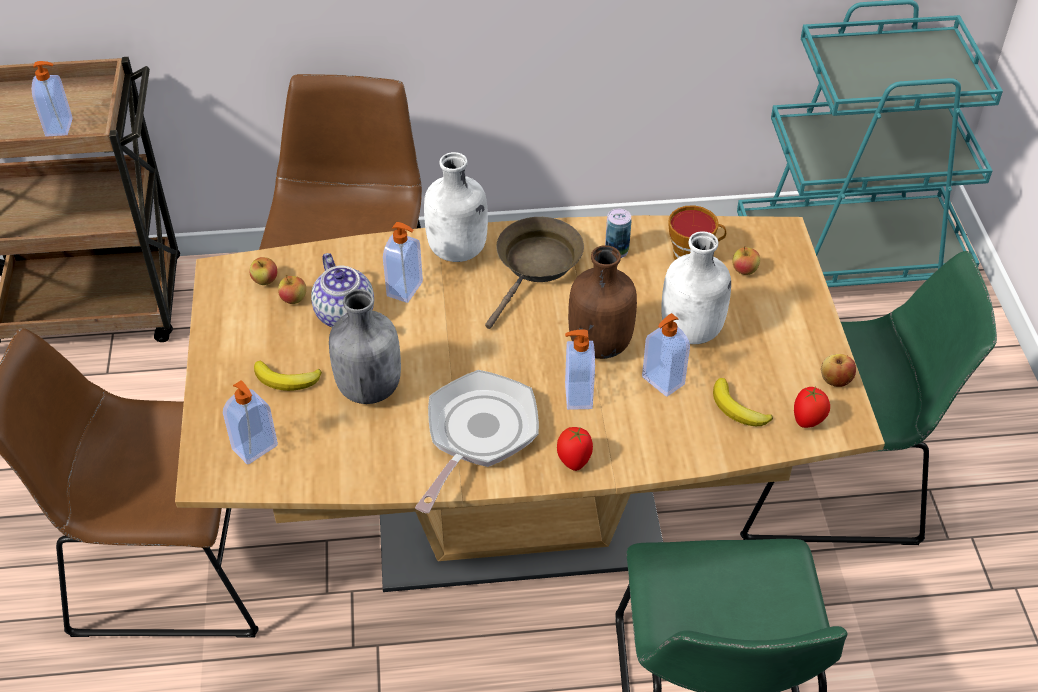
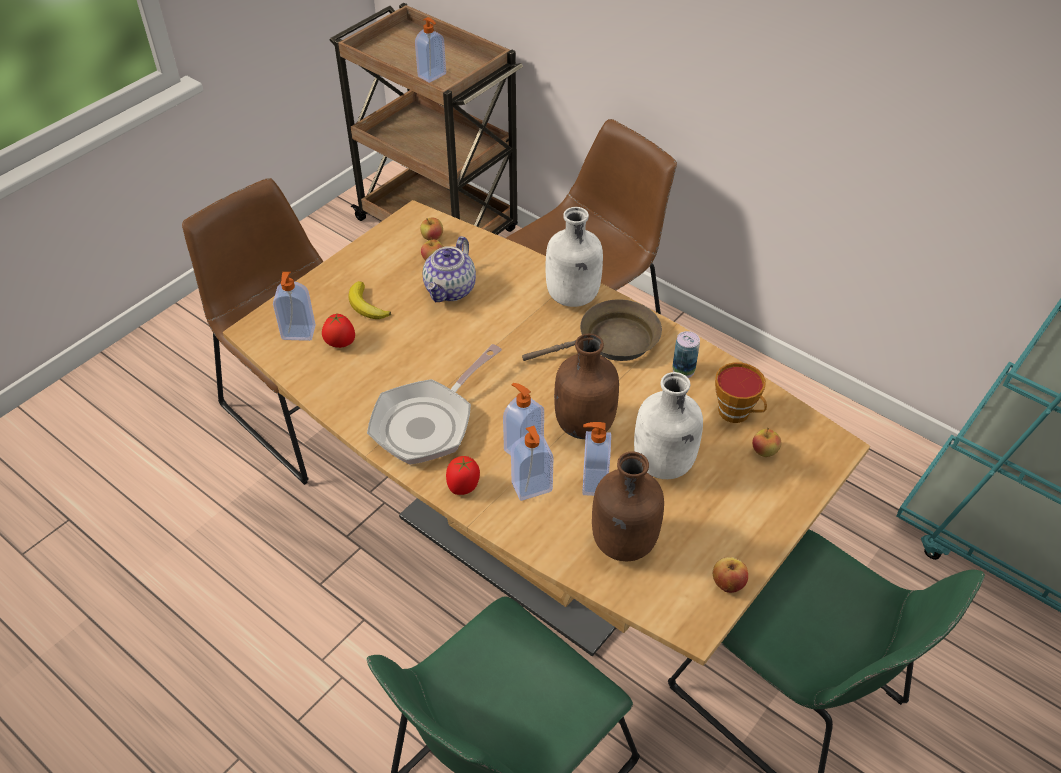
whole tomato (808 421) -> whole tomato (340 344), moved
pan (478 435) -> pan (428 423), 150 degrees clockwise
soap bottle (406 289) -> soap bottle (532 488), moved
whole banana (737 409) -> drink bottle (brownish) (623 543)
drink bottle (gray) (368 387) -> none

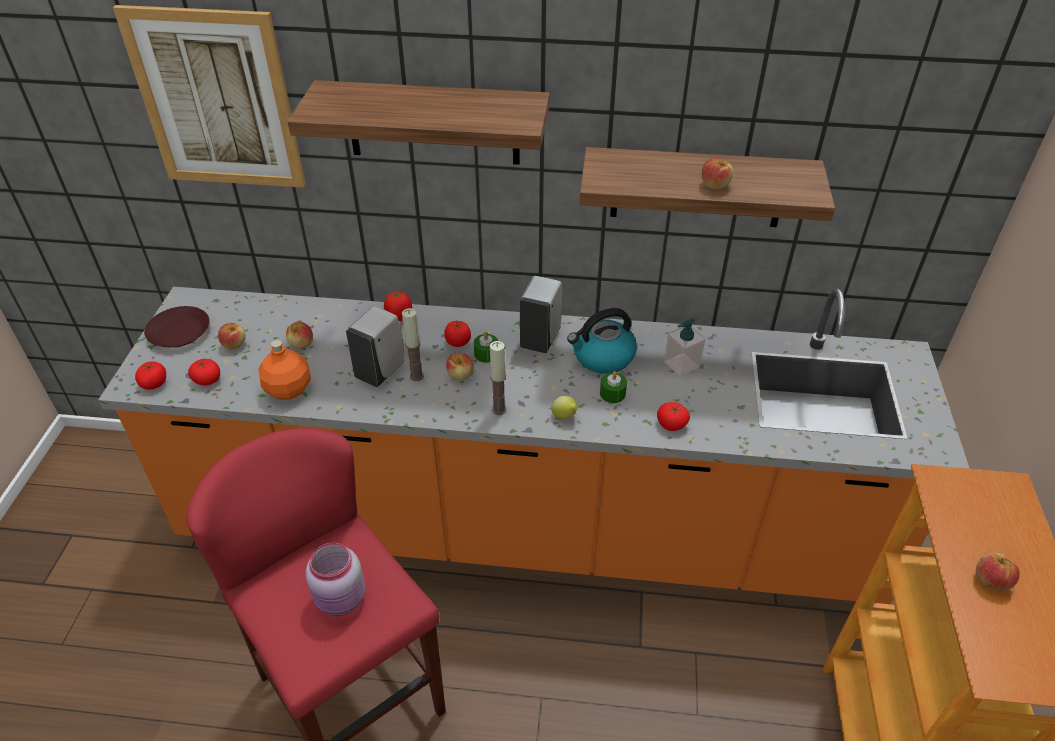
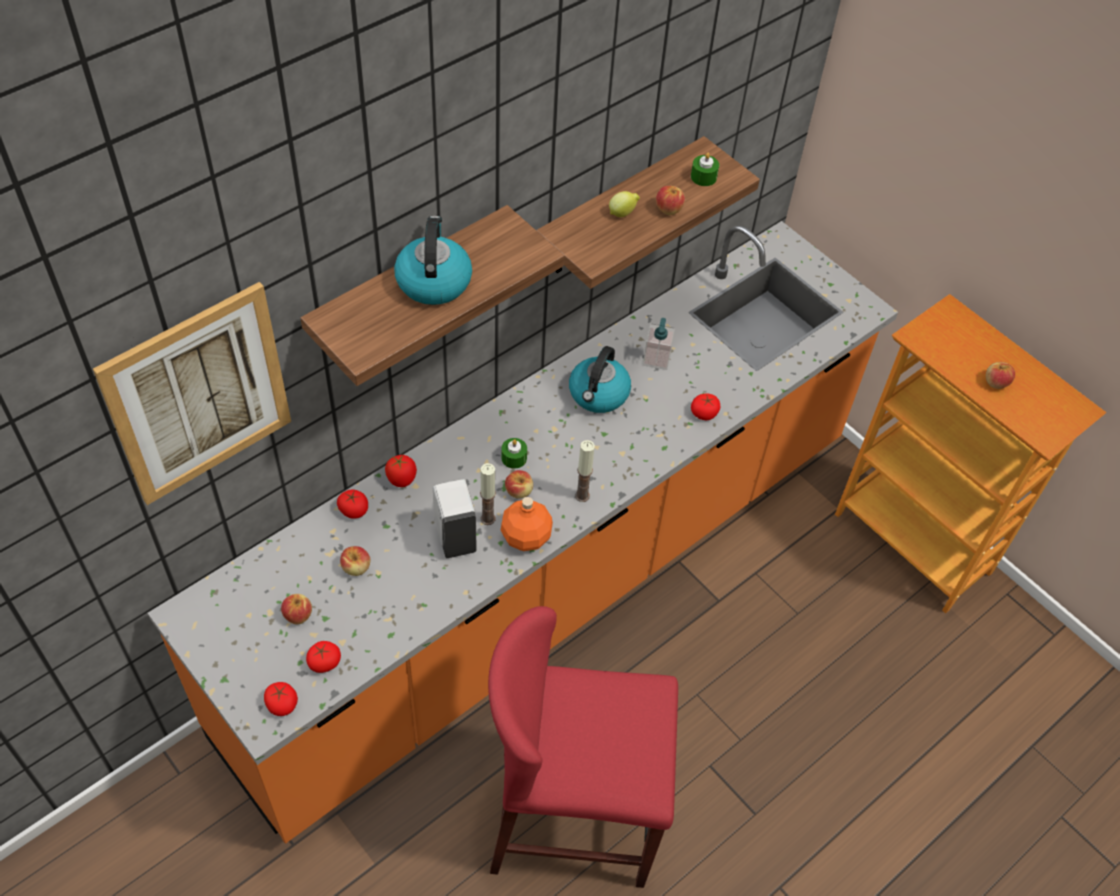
whole tomato (458 341) -> whole tomato (353 510), moved
none -> water kettle (433 281)
drink bottle (orange) (289 389) -> drink bottle (orange) (526 536), moved
whole lemon (565 416) -> whole lemon (623 213), moved
wax light (greenish) (612 393) -> wax light (greenish) (703 177), moved
dinner plate (brownish) (178 332) -> none
storage jar (pink-coloured) (341 600) -> none
soap bottle (white-coloured) (541 338) -> none

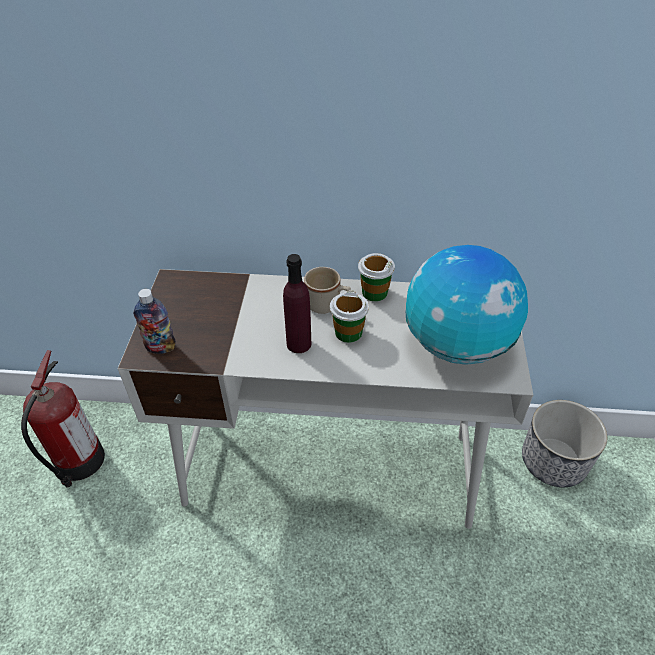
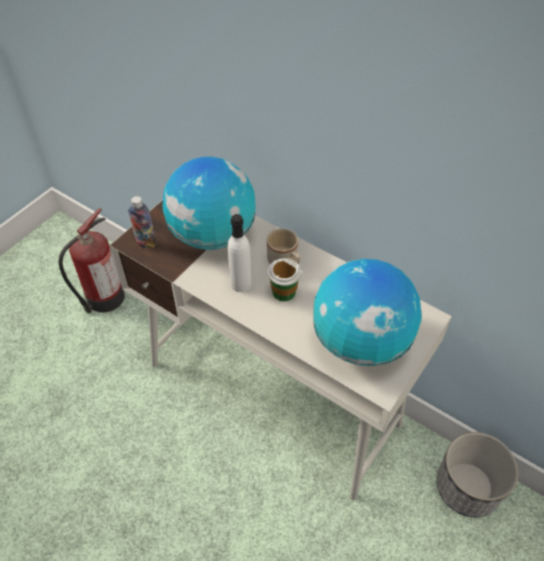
none -> world globe (213 235)
drink bottle (purple) (299 344) -> drink bottle (white-coloured) (240 284)
drinking cup (374 292) -> none

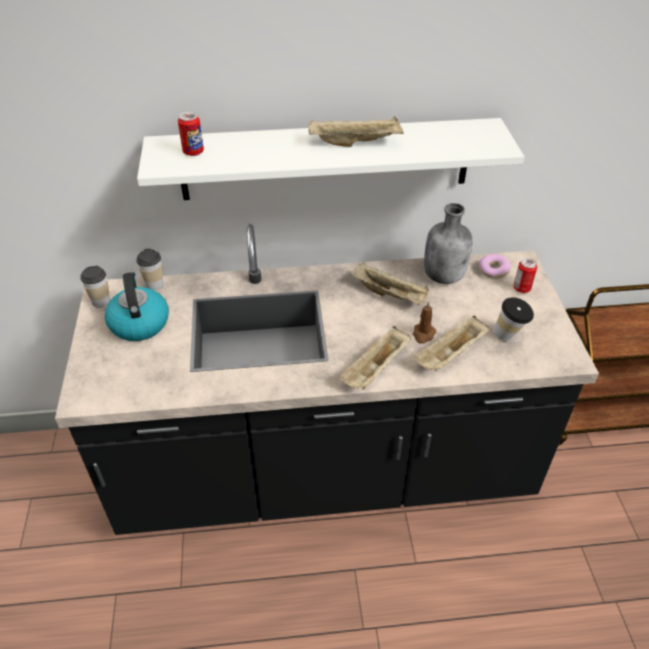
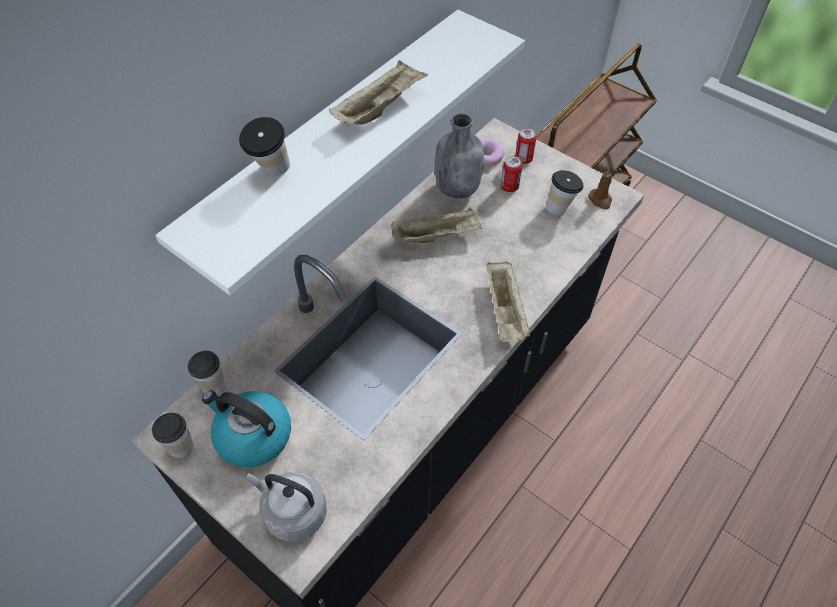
none -> drinking cup (271 173)
none -> water kettle (gray) (292 512)
sealed can (193 152) -> sealed can (509 187), moved
wax light (brownish) (423 334) -> wax light (brownish) (600 200), moved
serving tray (beige-coloured) (450 355) -> none

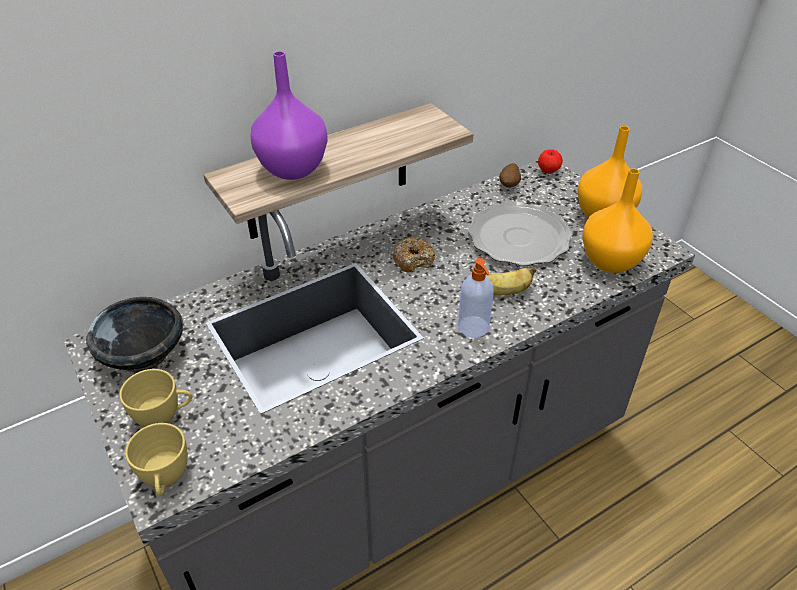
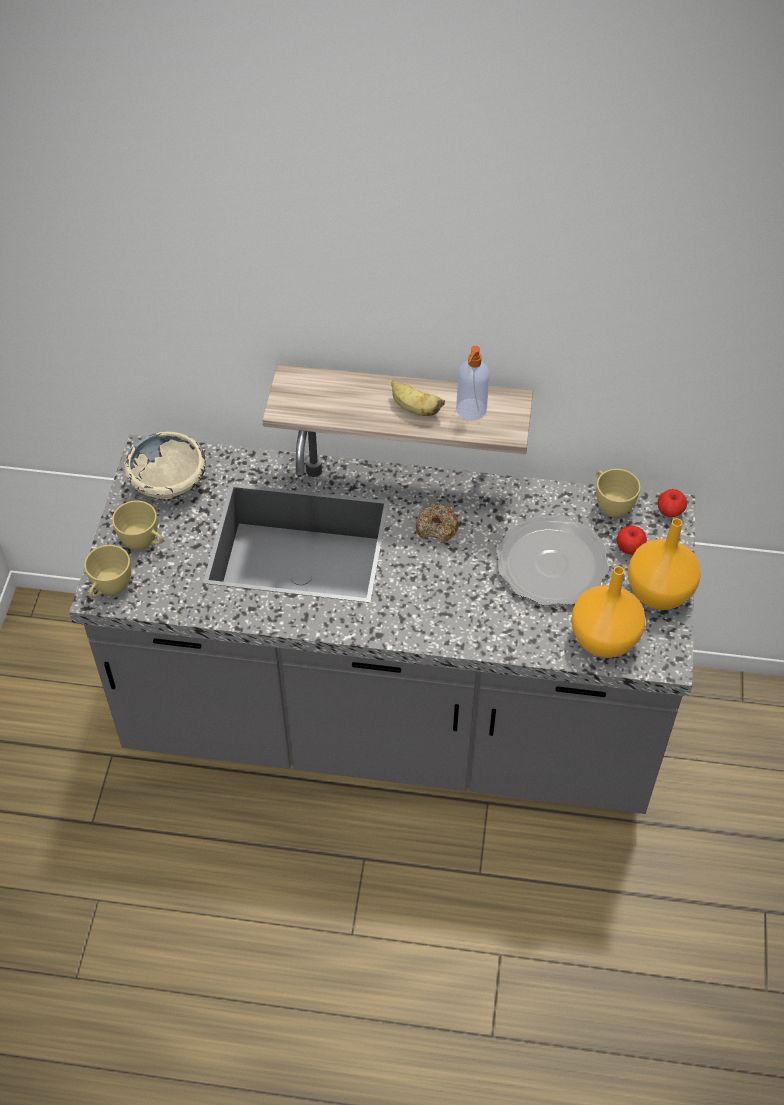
deep dish (black) (143 354) -> deep dish (beige-coloured) (169 483)
whole banana (504 291) -> whole banana (414 409), moved
soap bottle (474 328) -> soap bottle (471 410), moved
spud (509 185) -> drinking cup (yellow) (610 504)
none -> whole apple (629 548)
decorative vase (purple) (294 169) -> none

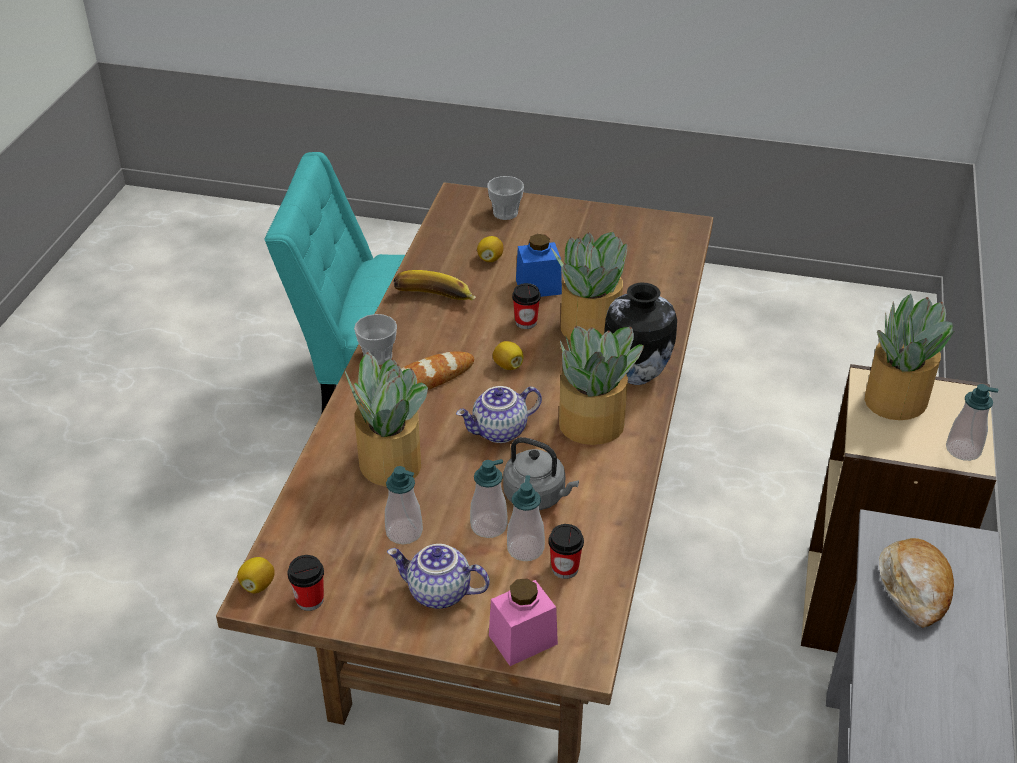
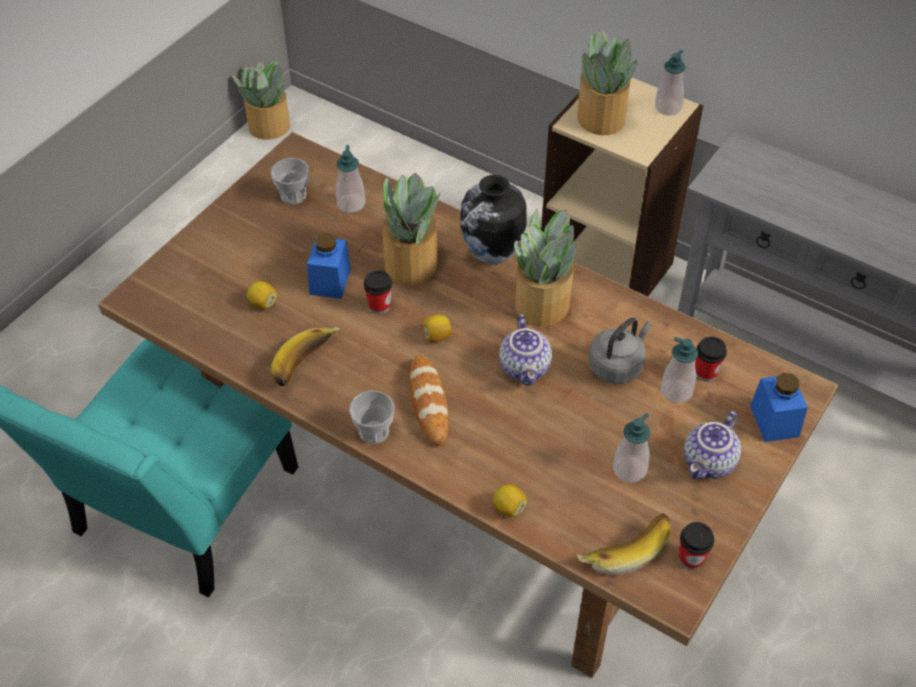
potted plant (390 462) -> potted plant (268 127), moved
drinking cup (505 213) -> drinking cup (293 195), moved
soap bottle (488 526) -> soap bottle (351 204), moved
whole lemon (258 585) -> whole lemon (509 508), moved
none -> whole banana (624 548)
storage jar (pink-coloured) (523 640) -> storage jar (bluish) (774 421)
baked bread (915 588) -> none

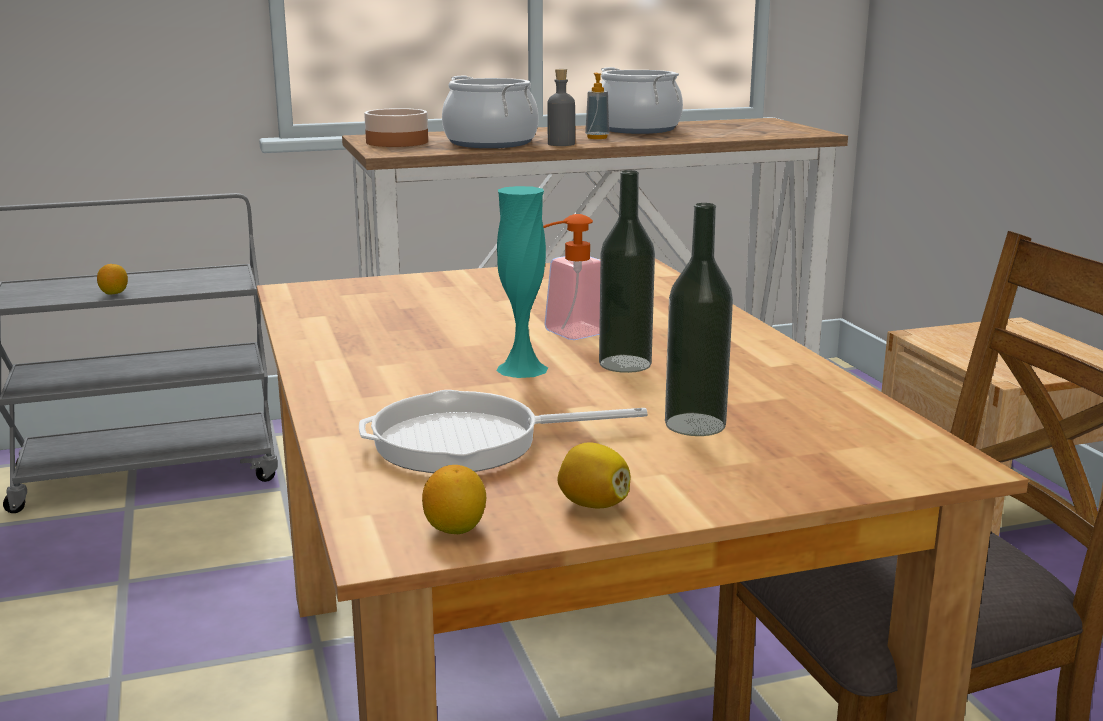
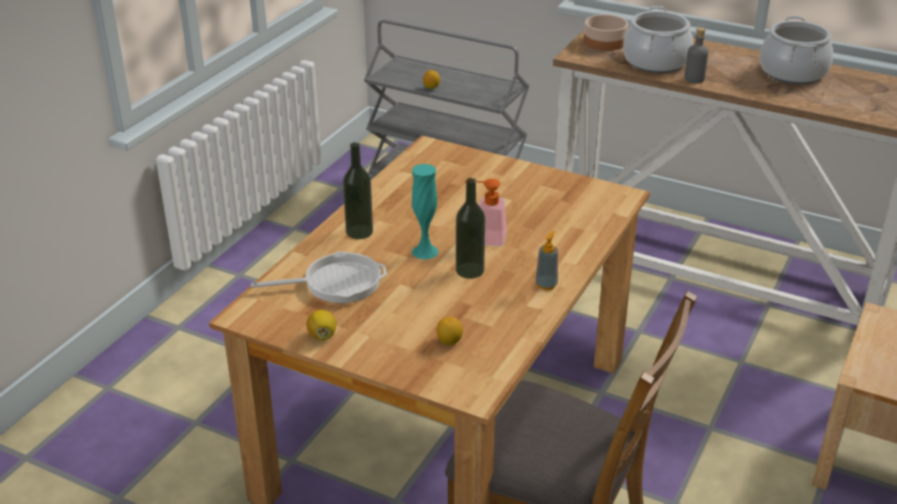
pan (469 442) -> pan (336 283), 135 degrees clockwise
drink bottle (695 424) -> drink bottle (359 232), moved
whole lemon (455 529) -> whole lemon (449 341), moved
soap bottle (597 137) -> soap bottle (546 285), moved

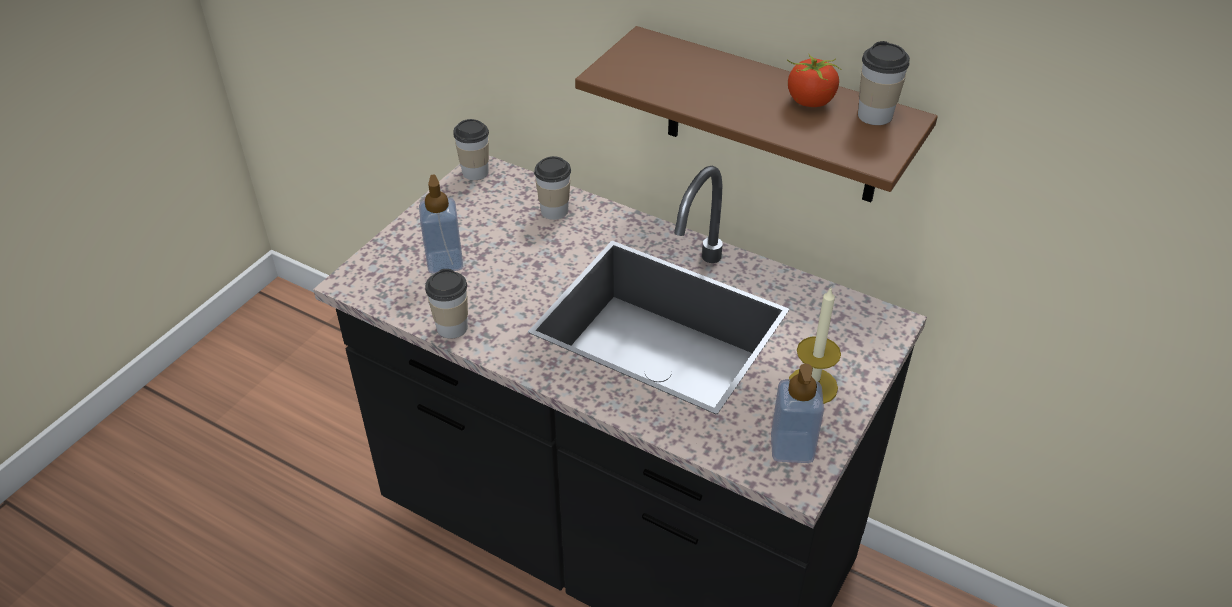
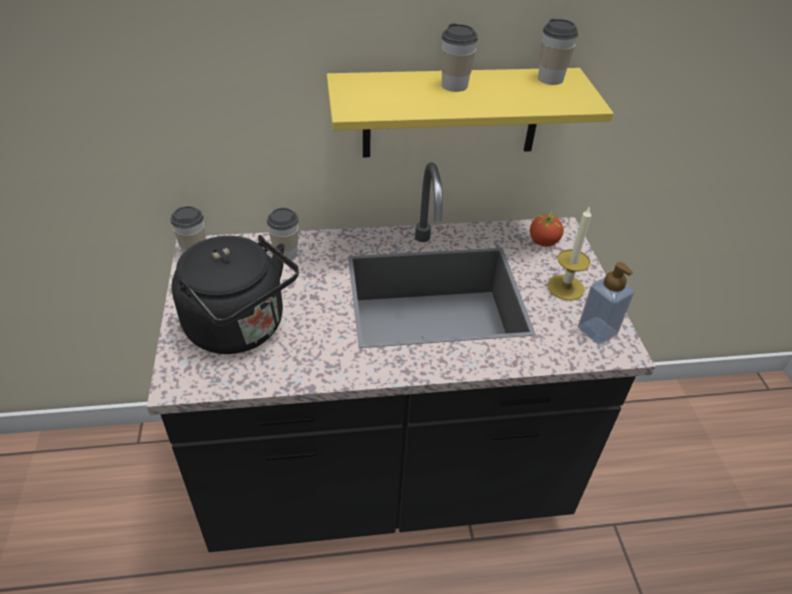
soap bottle (445 262) -> water kettle (black) (241 328)
wall shelf (brownish) (772 118) -> wall shelf (yellow) (451 113)
drinking cup (452 327) -> drinking cup (454 85), moved
whole tomato (810 102) -> whole tomato (543 242), moved

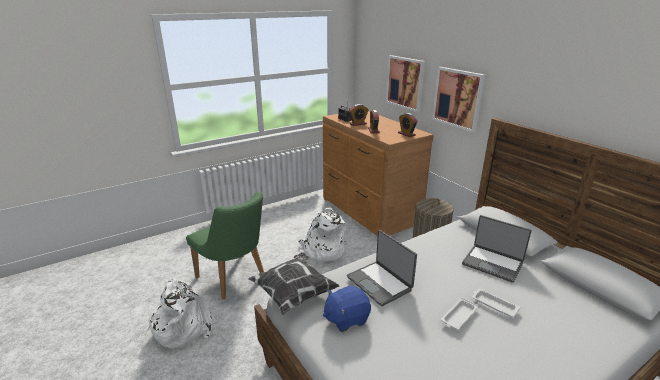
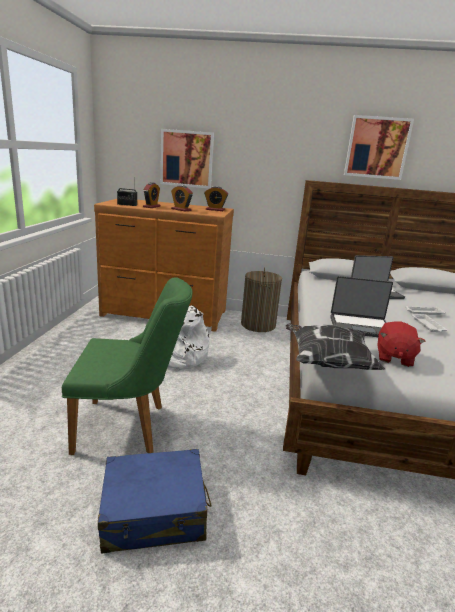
rucksack (white-coloured) (183 327) -> piece of luggage (bluish) (154 512)
wall art (458 98) -> wall art (377 148), moved
cuddly toy (bluish) (346 318) -> cuddly toy (red) (393 357)

